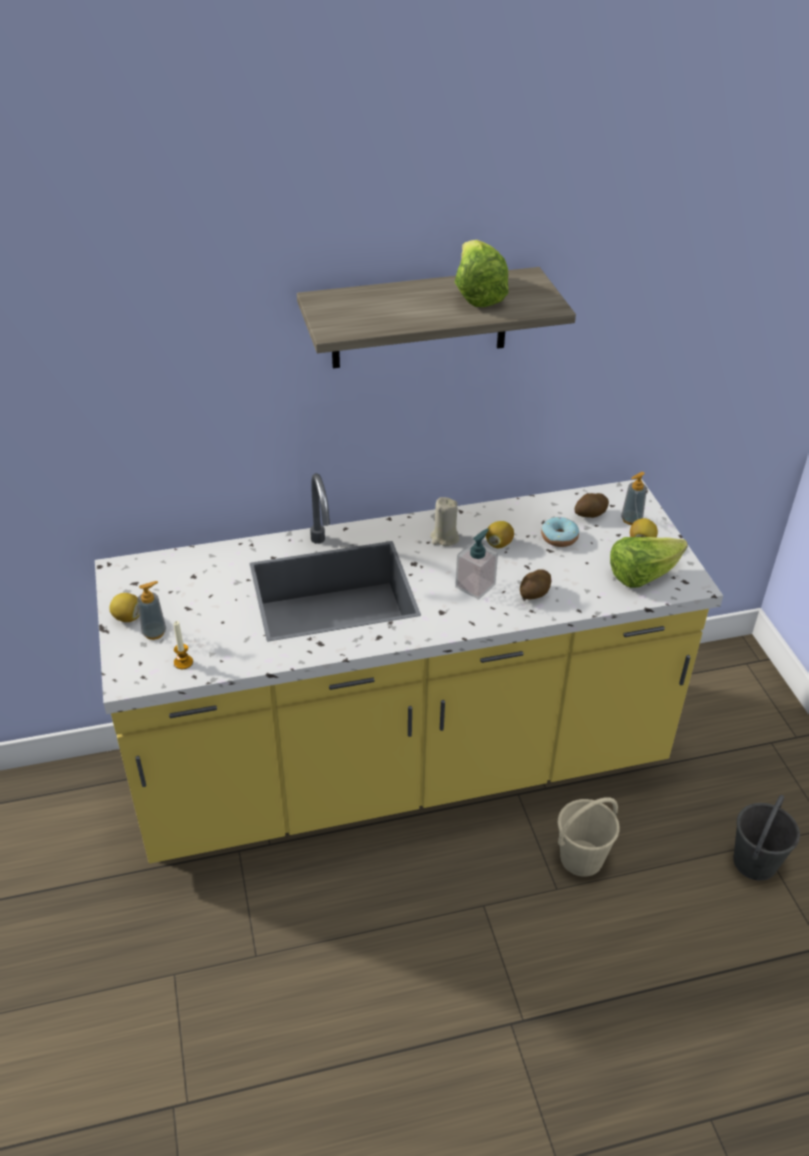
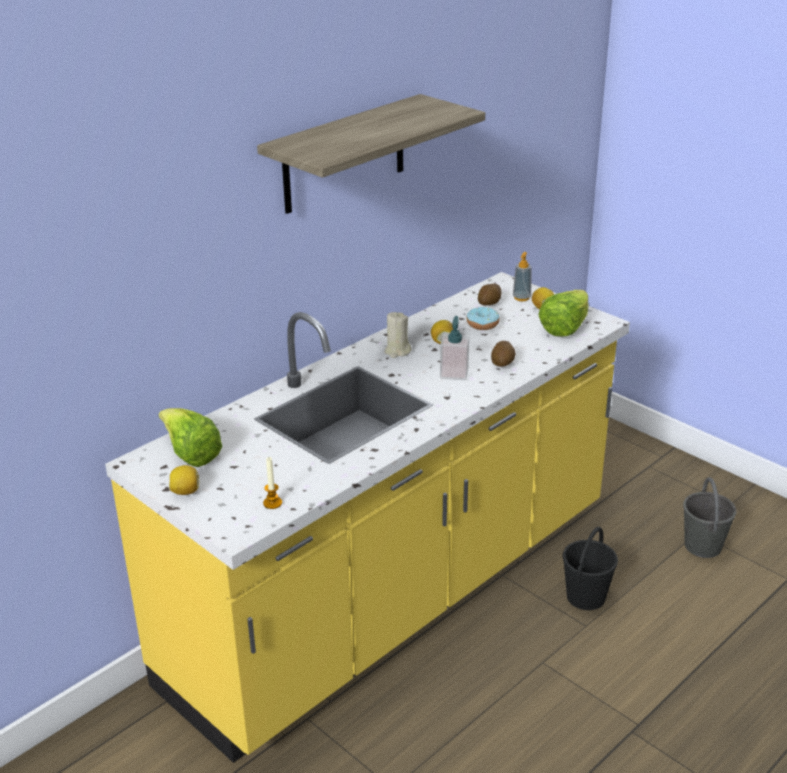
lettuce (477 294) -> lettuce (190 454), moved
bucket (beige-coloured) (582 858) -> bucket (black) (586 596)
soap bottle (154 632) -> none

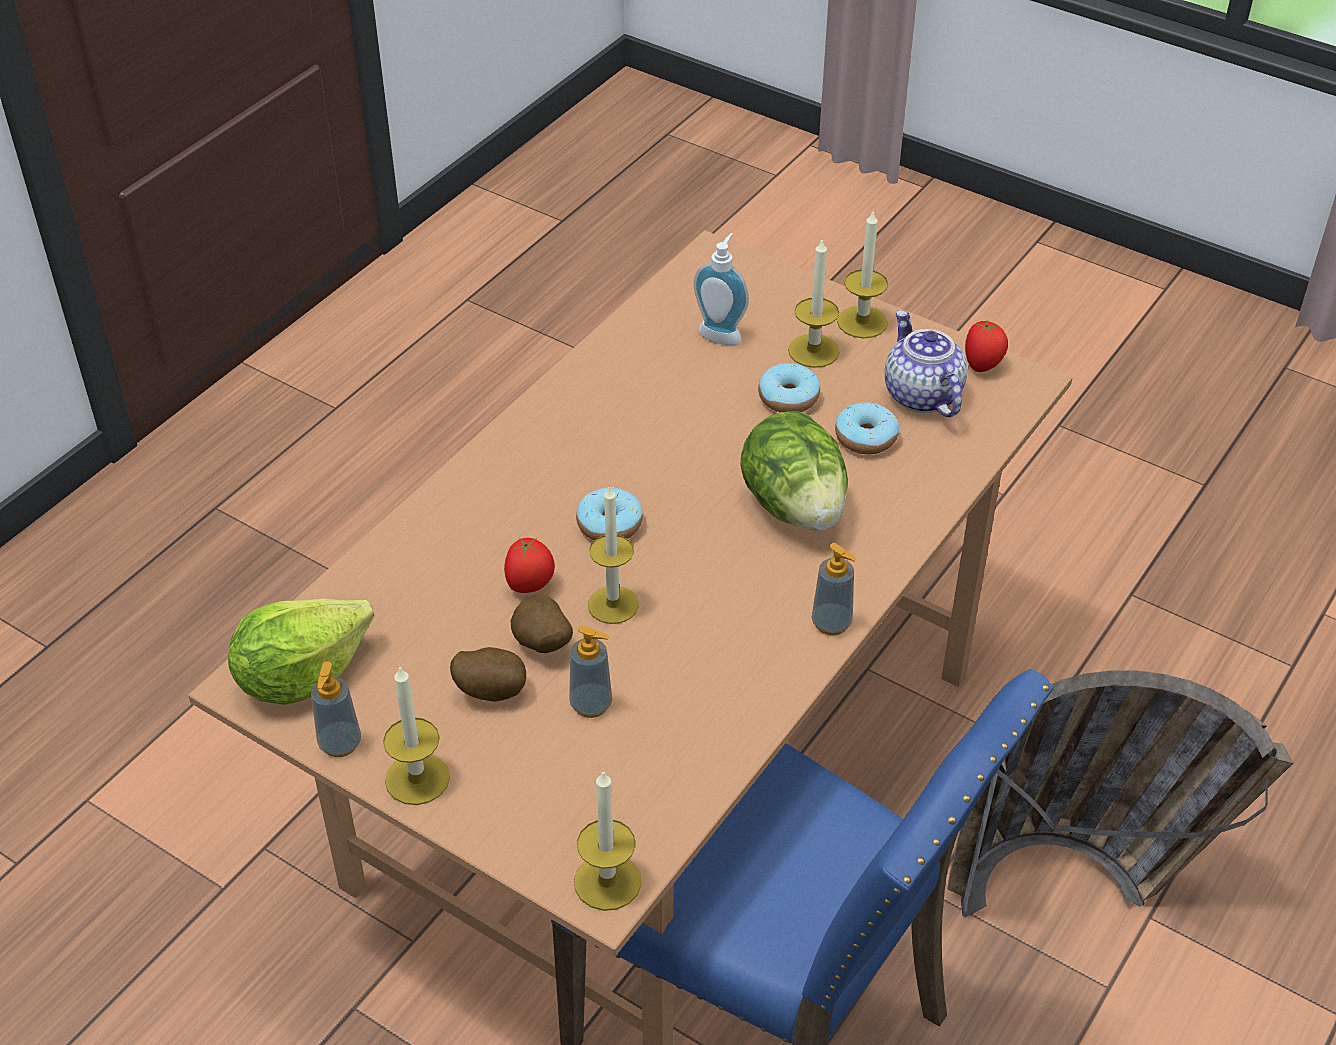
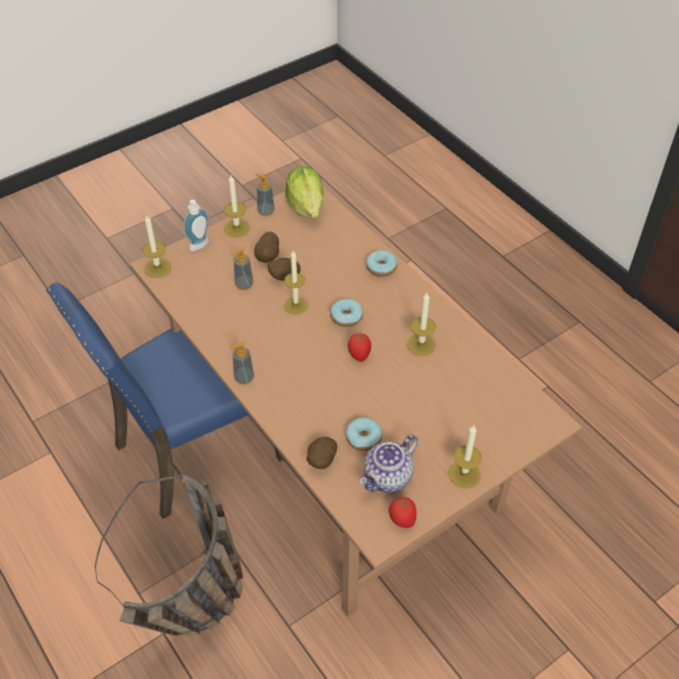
soap bottle (722 333) -> soap bottle (201 246), moved
none -> spud (320 461)
whole tomato (530 586) -> whole tomato (359 355), moved
teapot (921 395) -> teapot (388 478), 135 degrees clockwise
doughnut (788 398) -> doughnut (381 267), moved
wax light (813 351) -> wax light (421 344), moved
lettuce (794 506) -> none

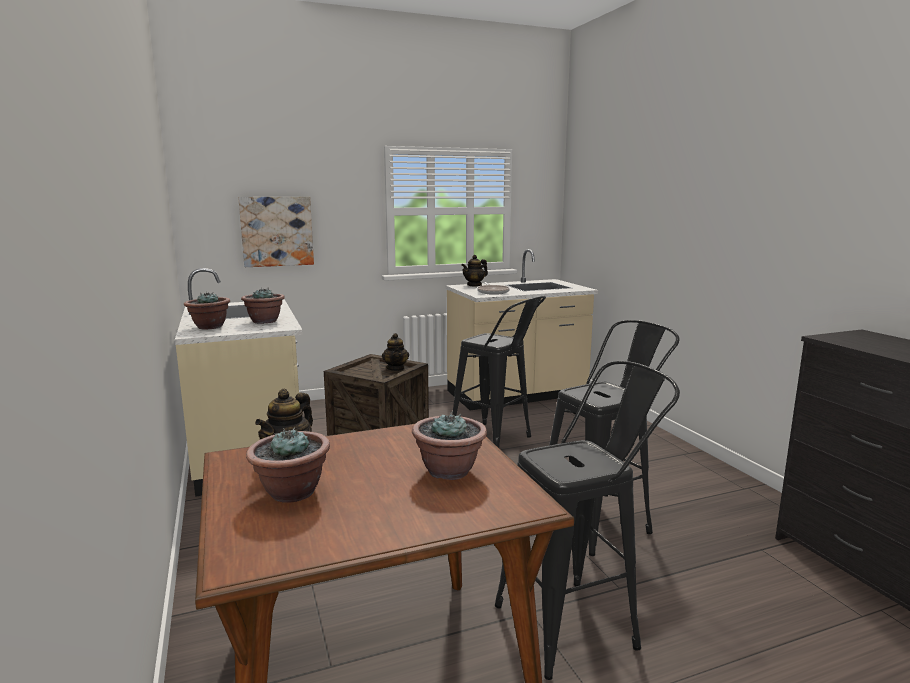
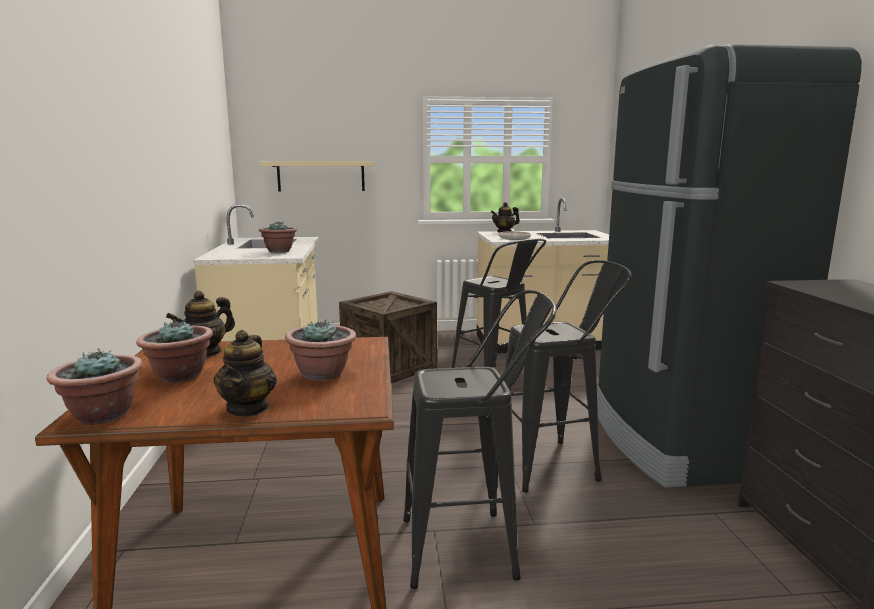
potted plant (209 327) -> potted plant (102 415), moved
teapot (396 368) -> teapot (248 408), moved
wall art (277 231) -> wall shelf (beige-coloured) (321 176)
none -> refrigerator (black) (679 442)

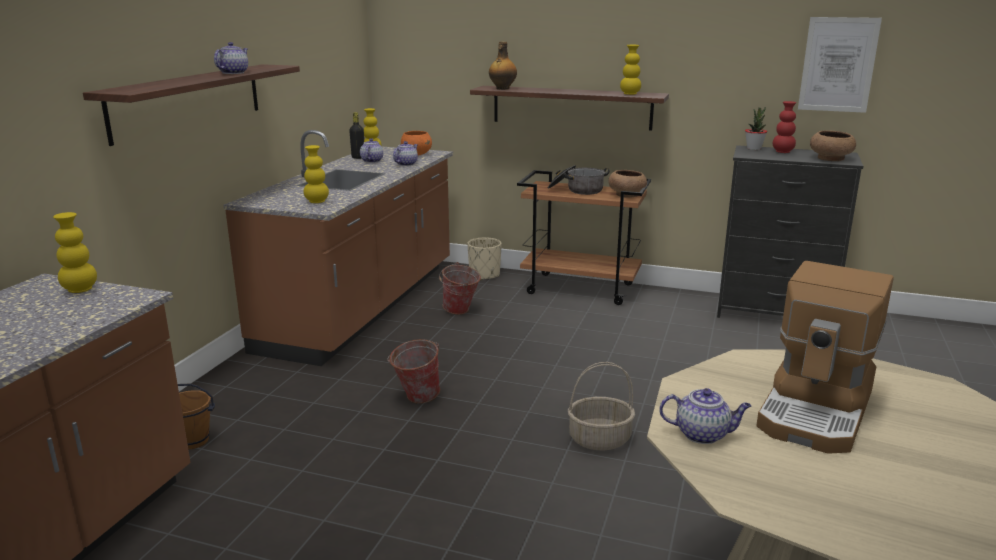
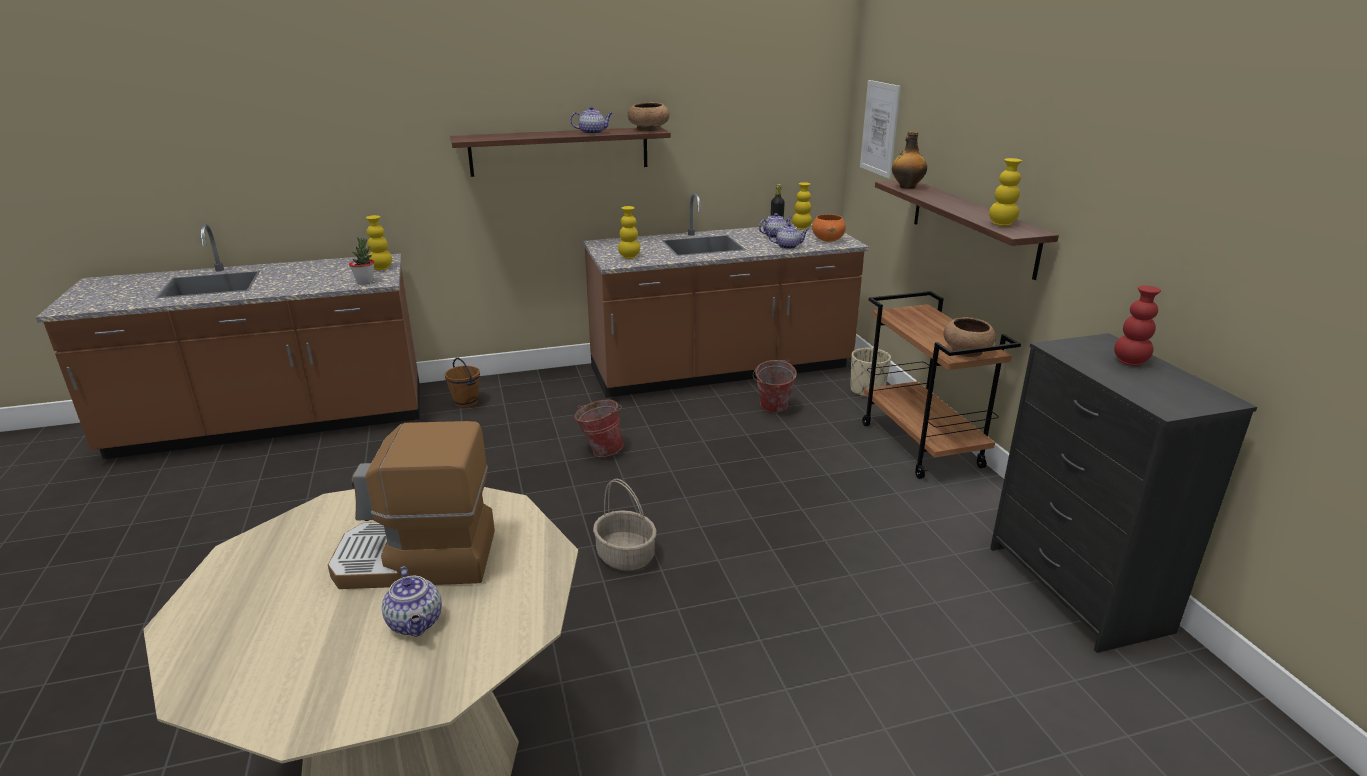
potted plant (754 148) -> potted plant (365 282), moved
teapot (703 434) -> teapot (416 623), moved
deep dish (brownish) (831 159) -> deep dish (brownish) (649 130), moved
wall art (838 65) -> wall art (880 128), moved
saucepot (576 190) -> none

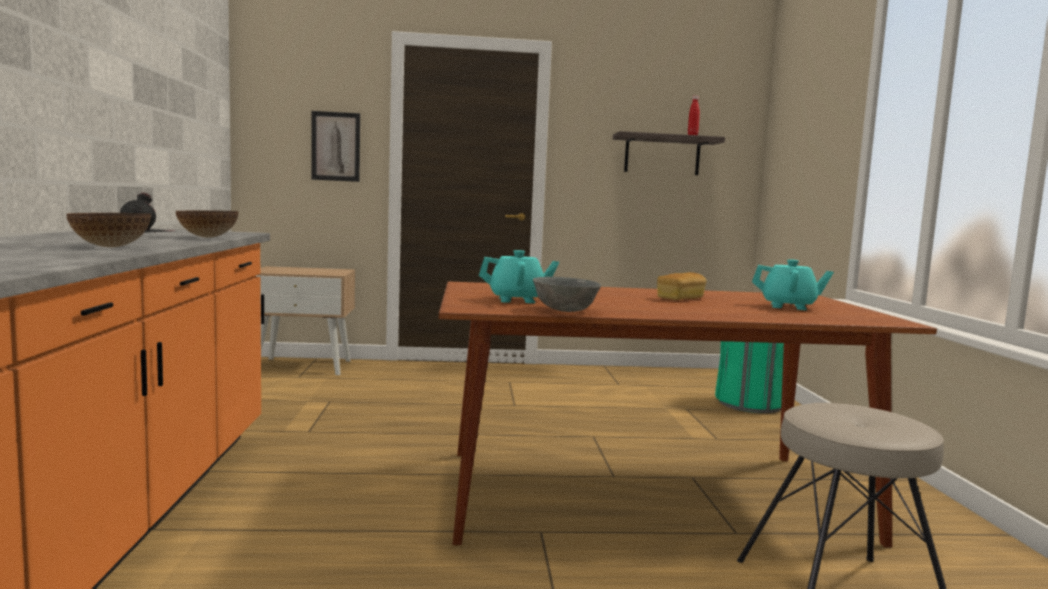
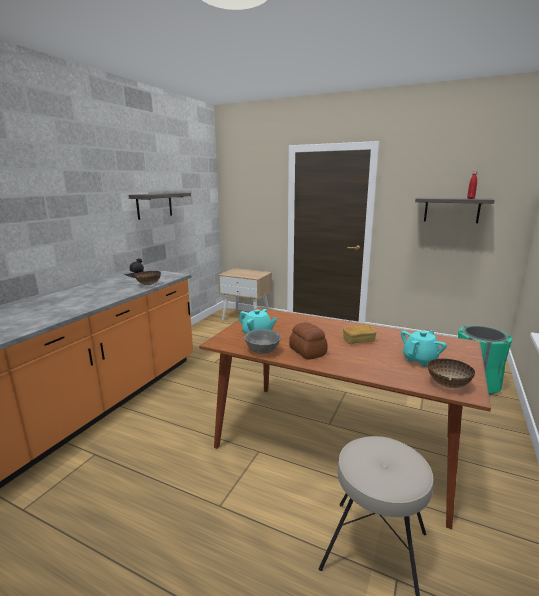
none -> wall shelf (154 205)
none -> baked bread (307 352)
teapot (turquoise) (789 306) -> teapot (turquoise) (420 359), 90 degrees counterclockwise
deep dish (110 247) -> deep dish (447 384), moved
wall art (335 146) -> none

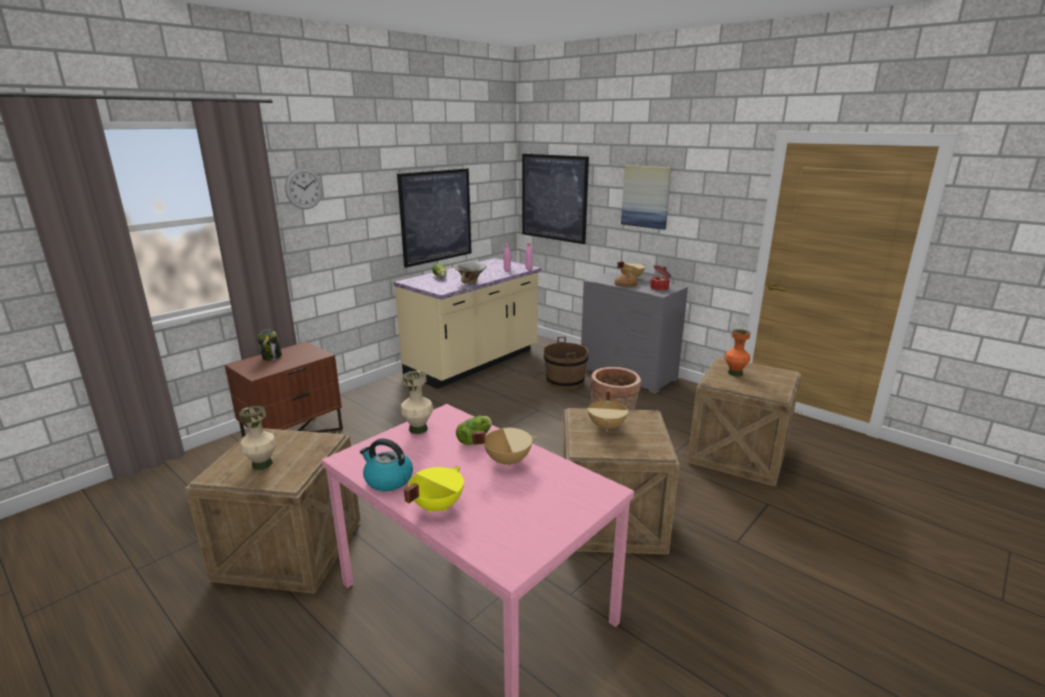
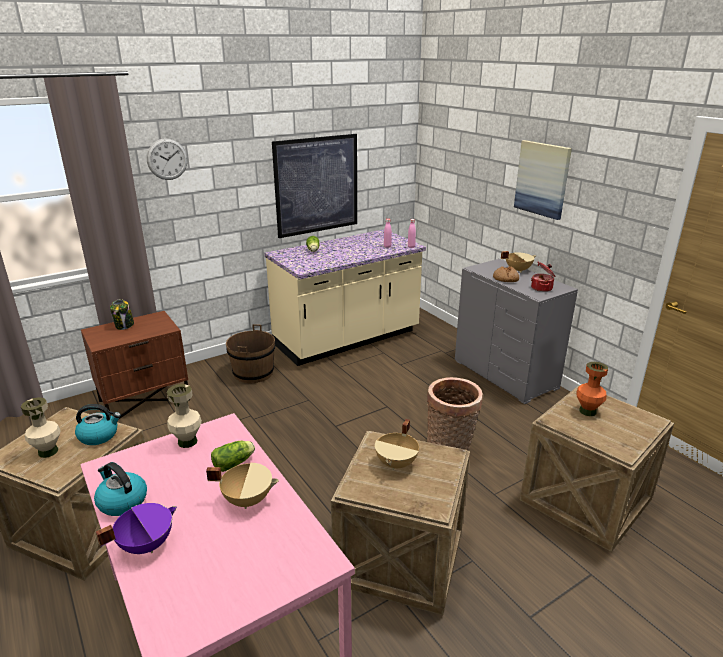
none -> water kettle (99 435)
saucepot (yellow) (436 505) -> saucepot (purple) (146 544)
bucket (brownish) (565 381) -> bucket (brownish) (253 373), moved
deep dish (471 282) -> none
wall art (554 197) -> none

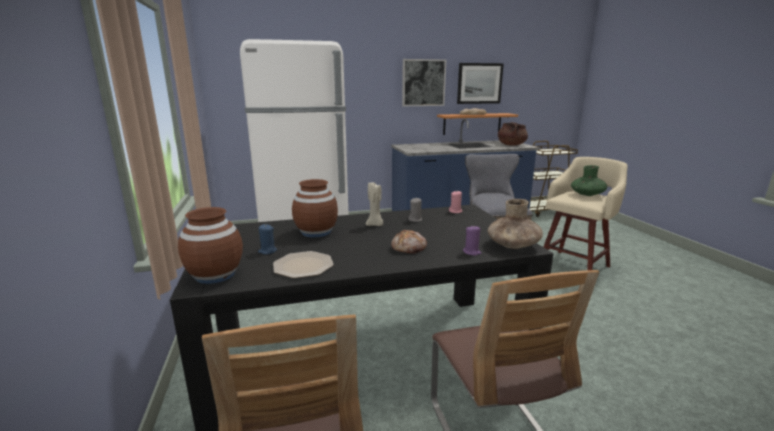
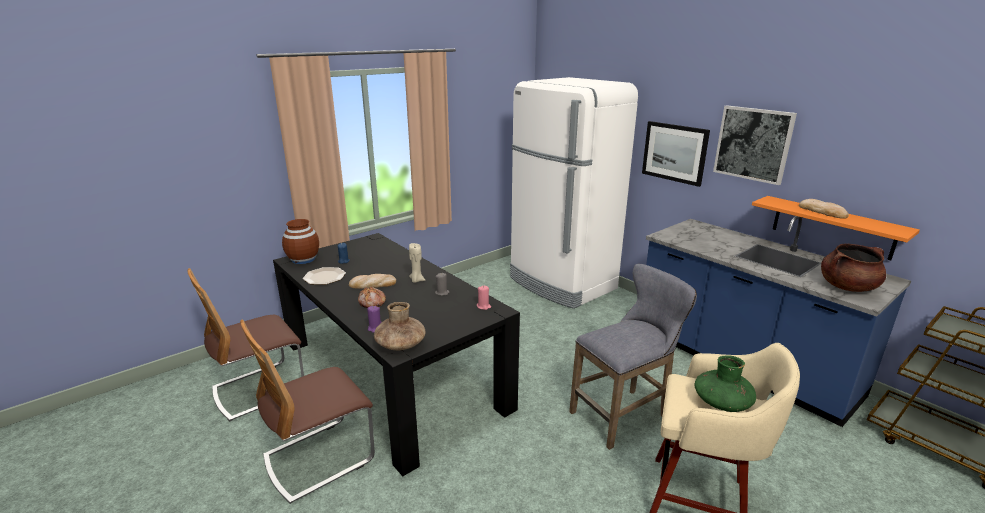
none -> baked bread (372 284)
wall art (479 83) -> wall art (674 152), moved
decorative vase (brownish) (316 232) -> none

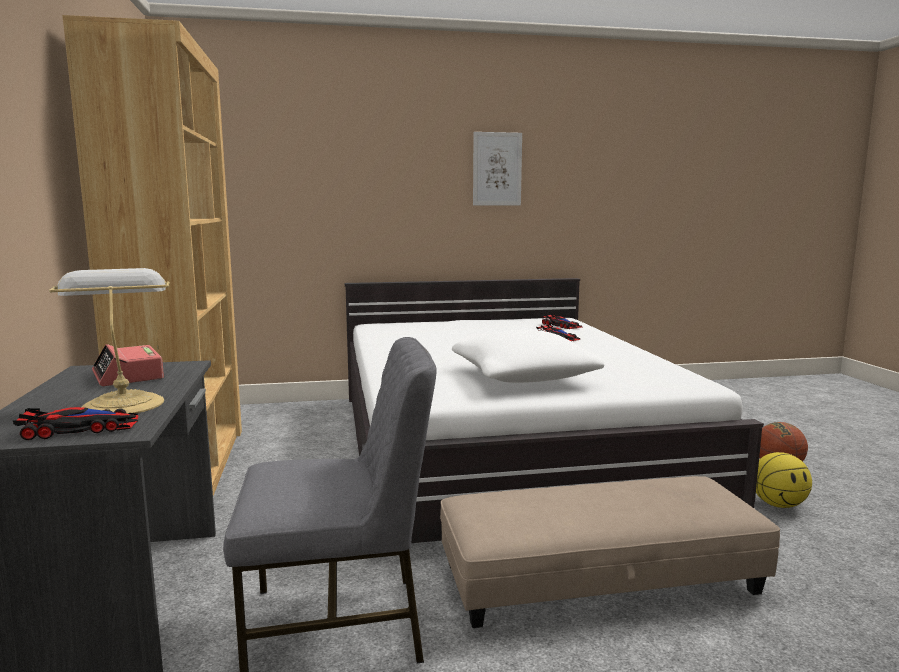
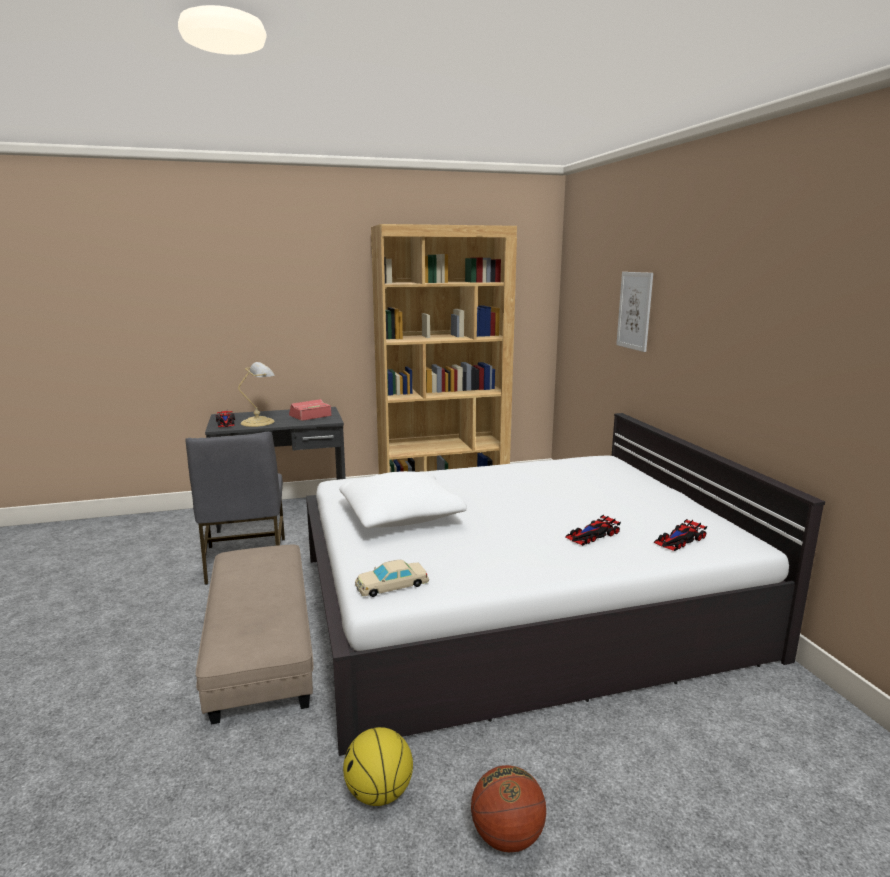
none -> model car (beige-coloured) (391 585)
wall art (497 169) -> wall art (634 310), moved

